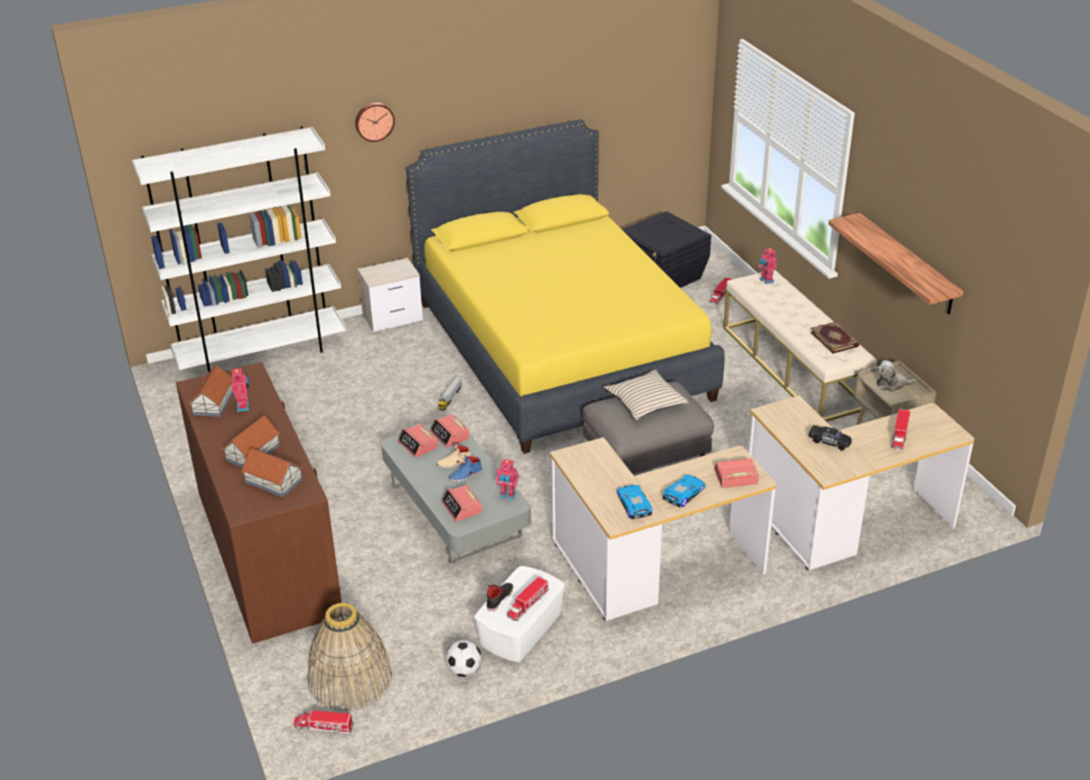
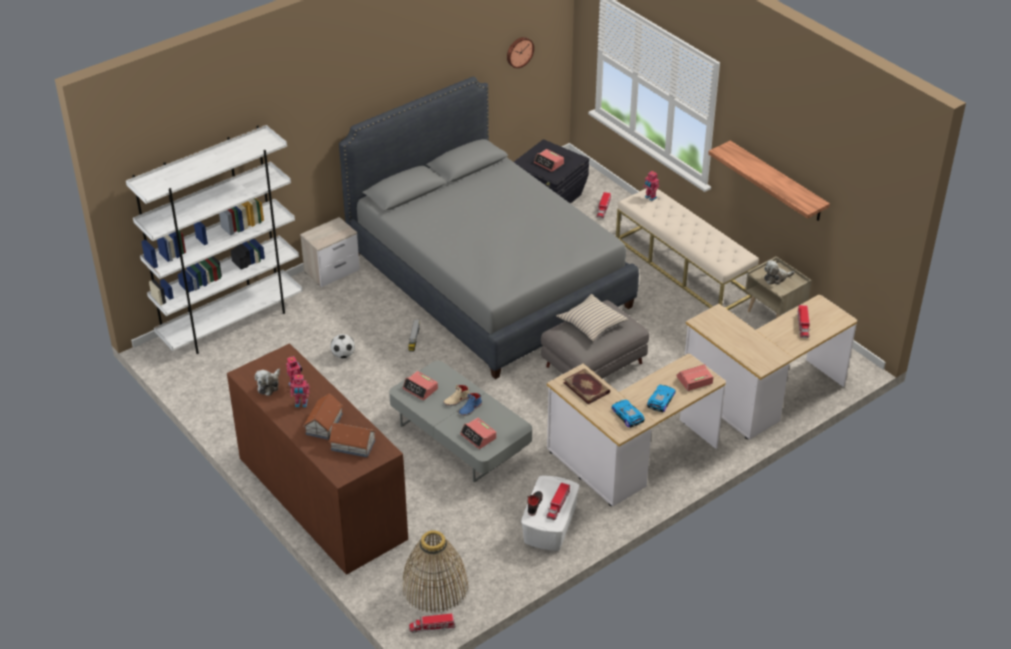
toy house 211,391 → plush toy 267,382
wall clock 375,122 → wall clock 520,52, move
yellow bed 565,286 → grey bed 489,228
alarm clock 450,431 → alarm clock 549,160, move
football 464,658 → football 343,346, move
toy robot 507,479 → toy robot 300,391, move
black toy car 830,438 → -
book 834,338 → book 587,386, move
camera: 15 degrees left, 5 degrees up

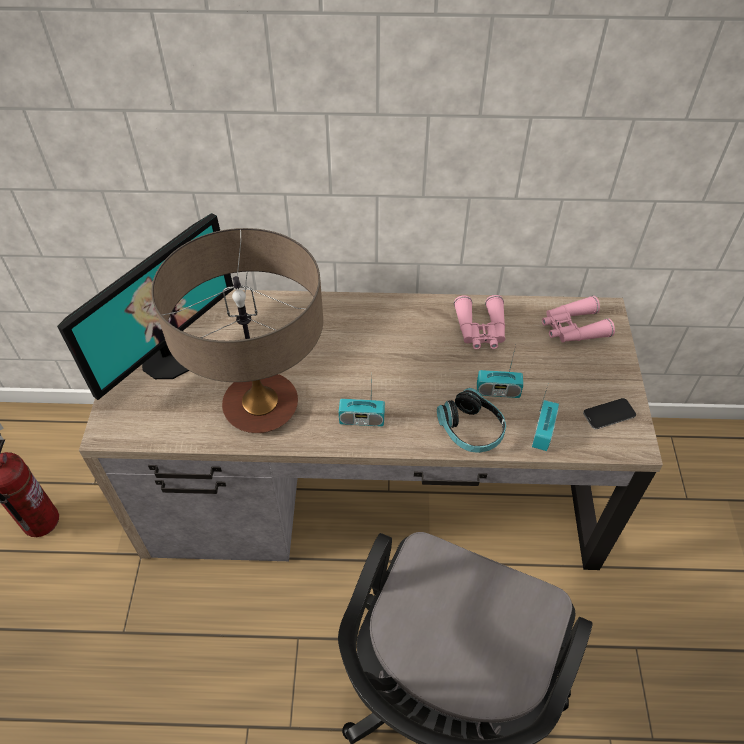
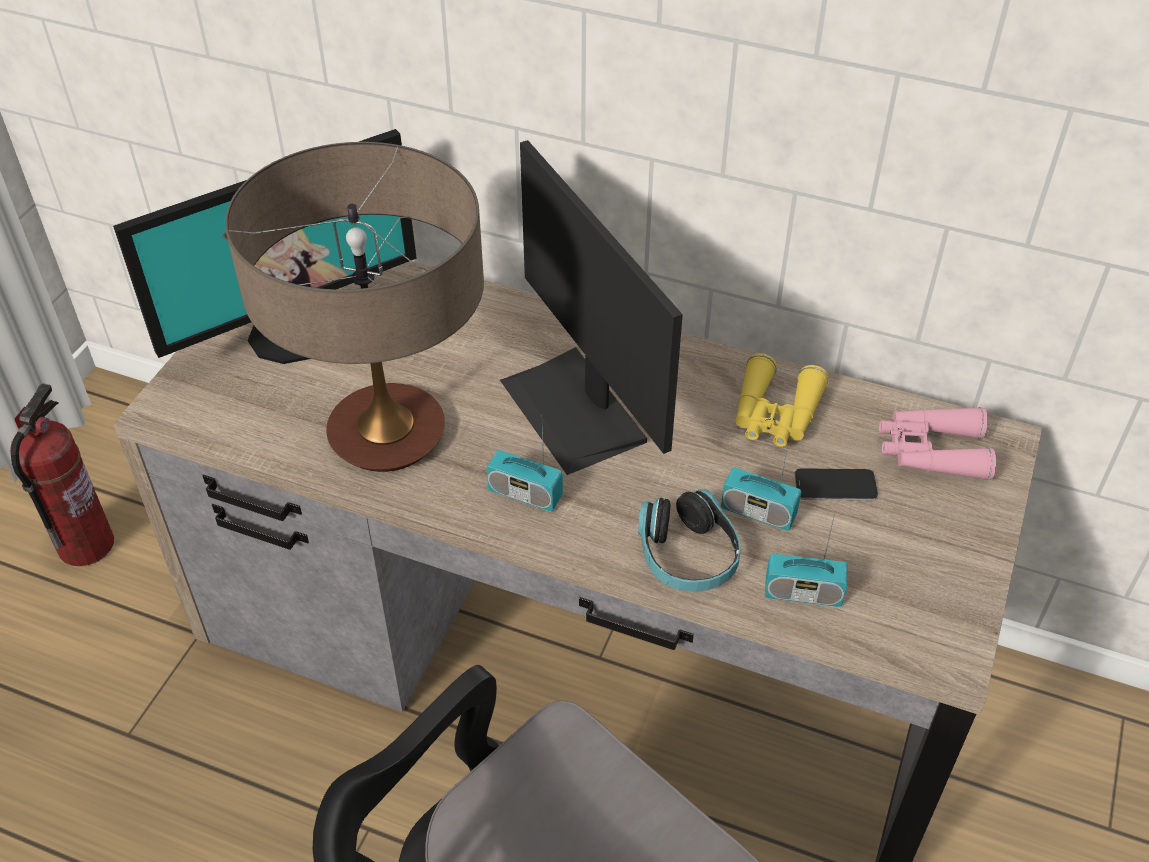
pink binoculars 479,322 → yellow binoculars 782,400
radio 545,418 → radio 806,560, 60 degrees clockwise
phone 609,413 → phone 836,484, move
- → monitor 591,307
camera: 20 degrees right, 5 degrees down

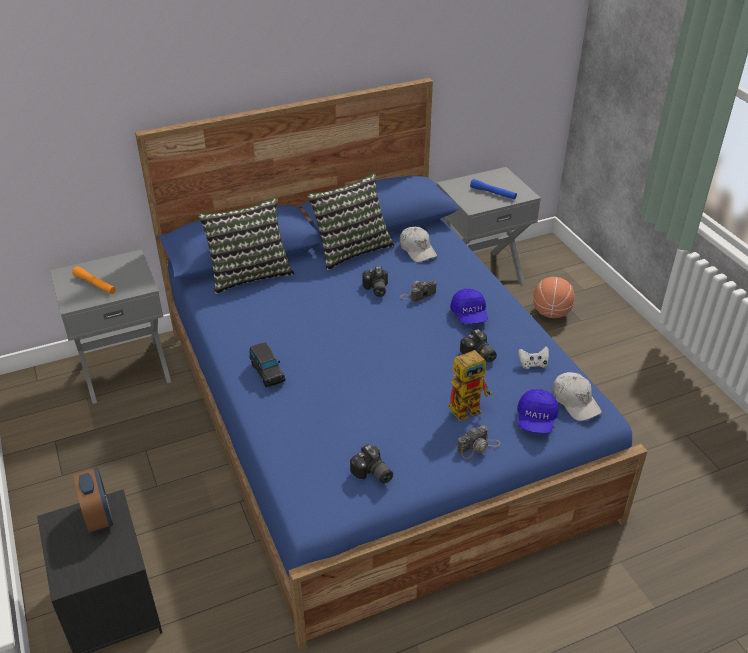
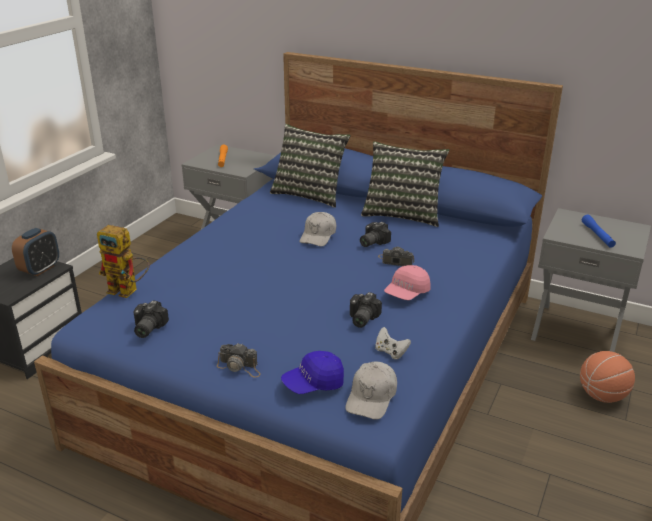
black toy car 267,364 → -
white cap 418,244 → white cap 317,229, move
toy robot 470,385 → toy robot 123,261, move
blue cap 469,306 → pink cap 407,282
camera: 50 degrees right, 10 degrees down

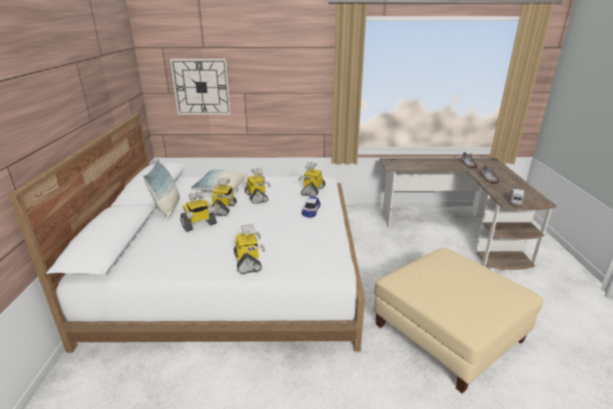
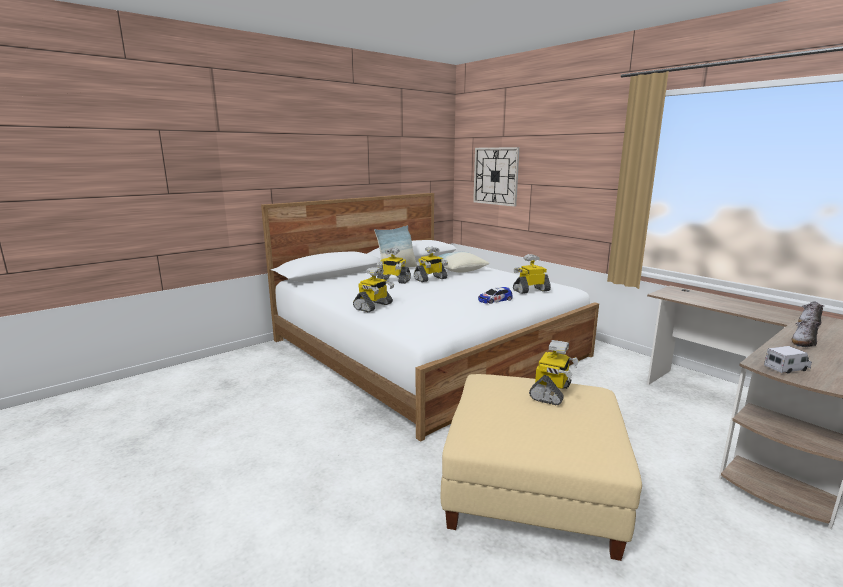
toy robot 257,186 → toy robot 554,372, move
camera: 50 degrees right, 10 degrees down

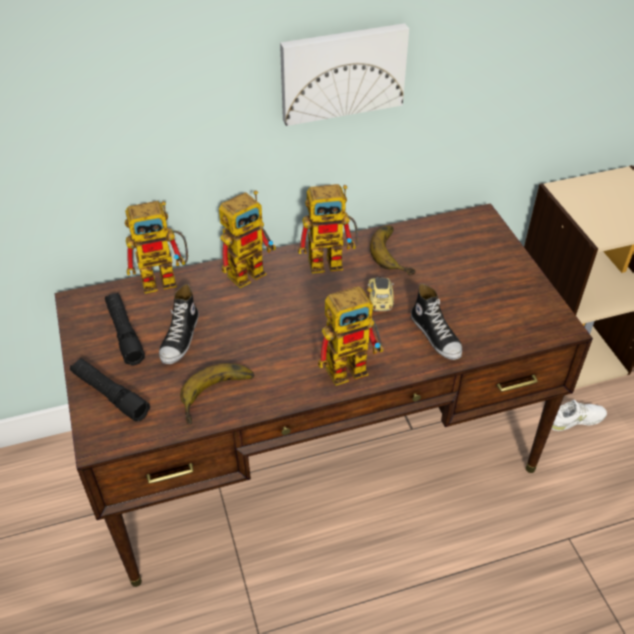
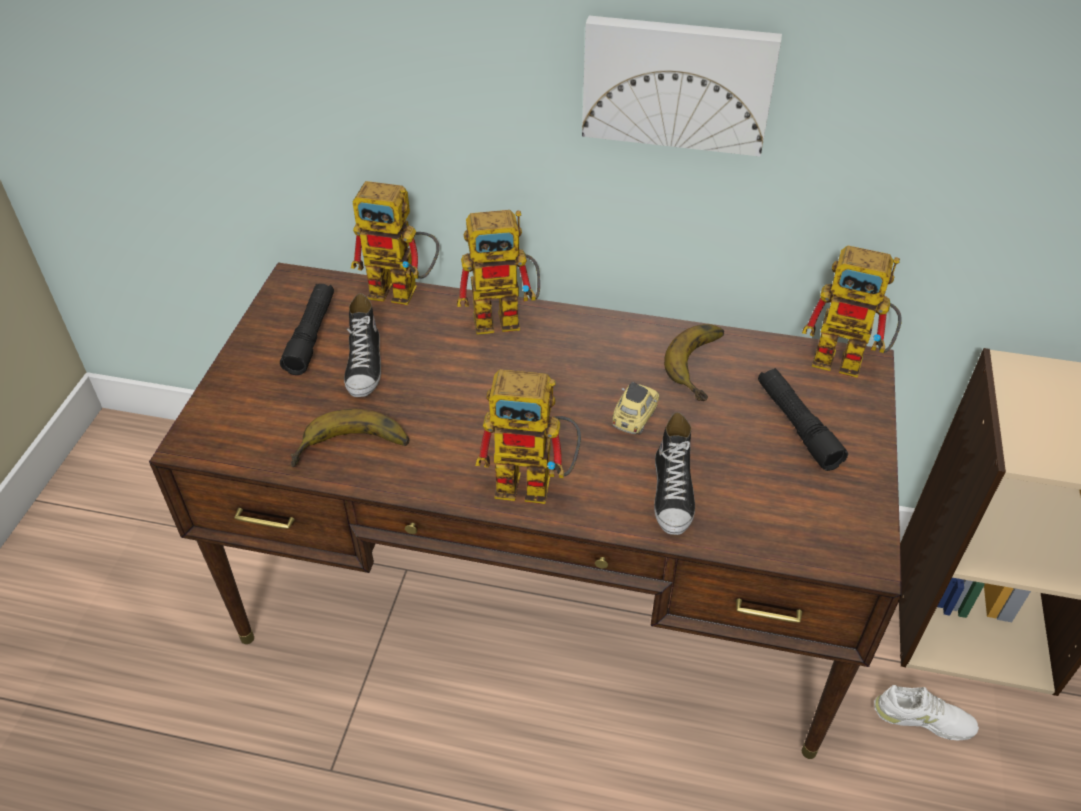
black flashlight 110,390 → black flashlight 803,419, move
shoe 179,324 → shoe 362,345, 45 degrees counterclockwise
toy robot 328,229 → toy robot 852,312, move
camera: 30 degrees right, 0 degrees up

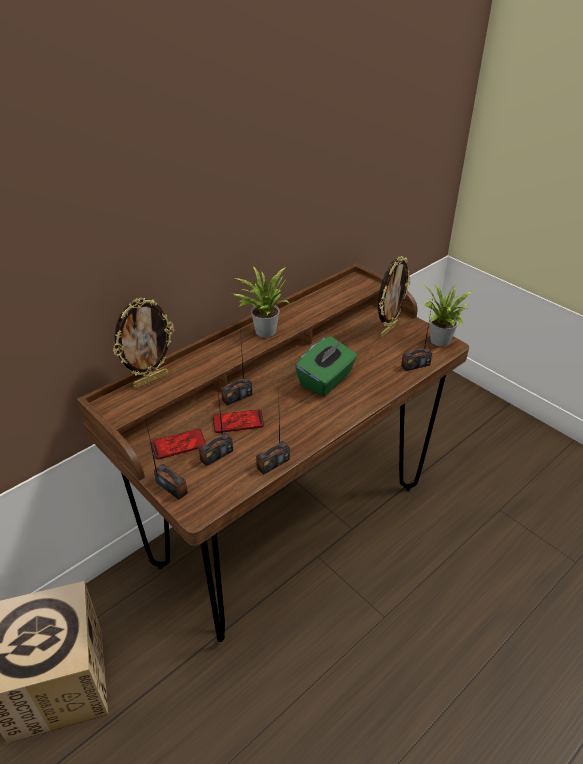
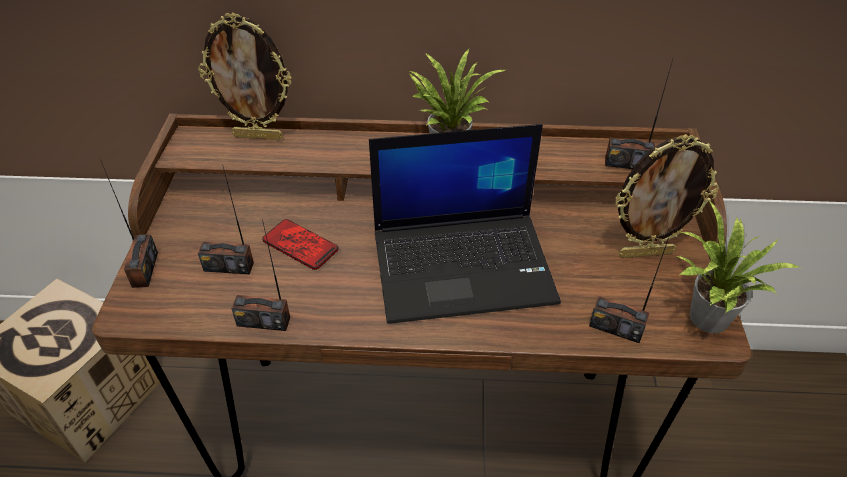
phone 178,444 → -
radio 236,367 → radio 639,114, move
green tissue box 326,366 → laptop 465,224
camera: 45 degrees right, 5 degrees up

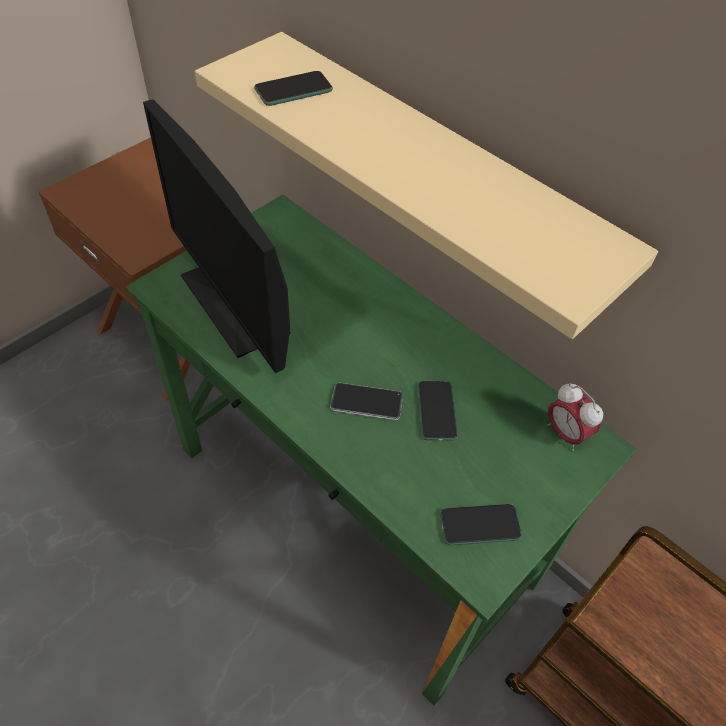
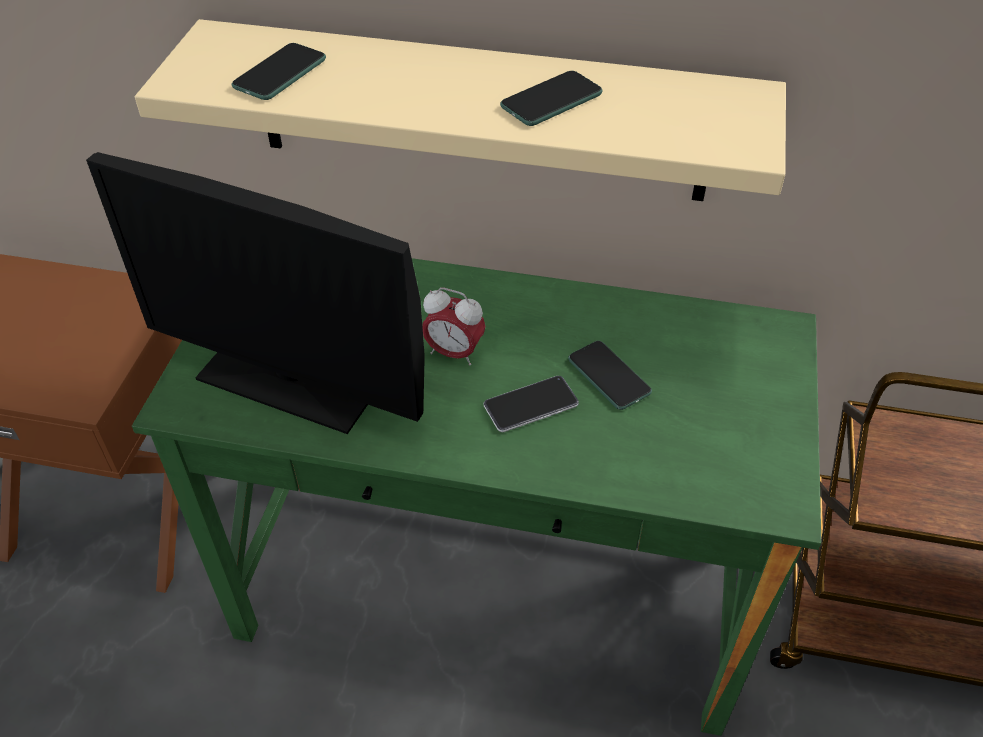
phone 481,524 → phone 551,98, move
alarm clock 575,417 → alarm clock 454,326, move
camera: 30 degrees left, 5 degrees down

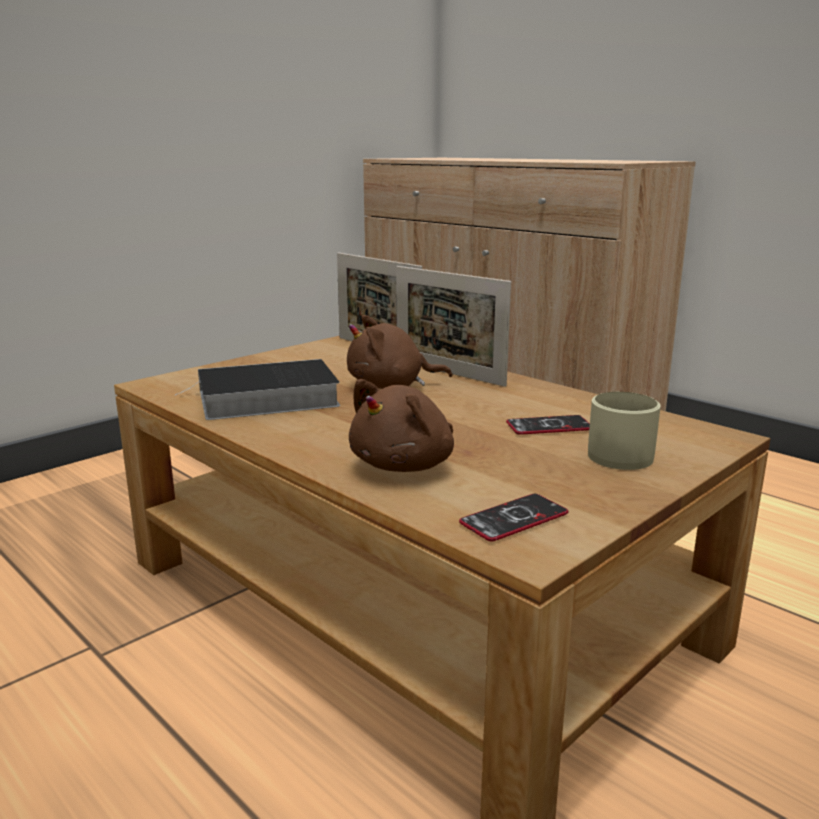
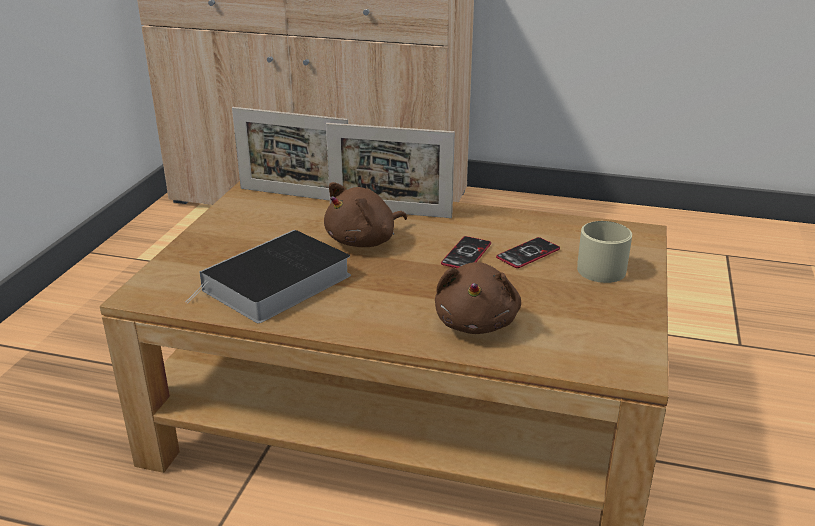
phone 513,518 → phone 466,252, move
camera: 30 degrees left, 10 degrees up

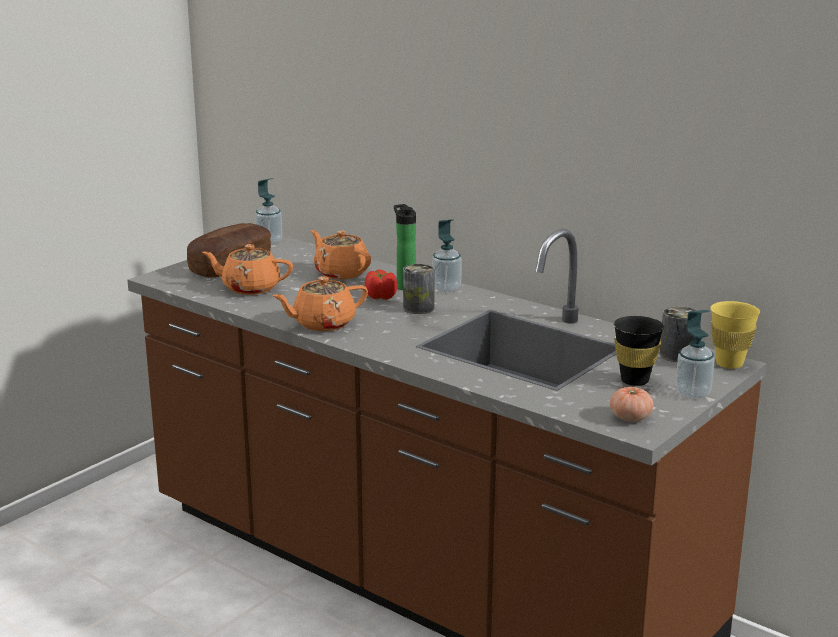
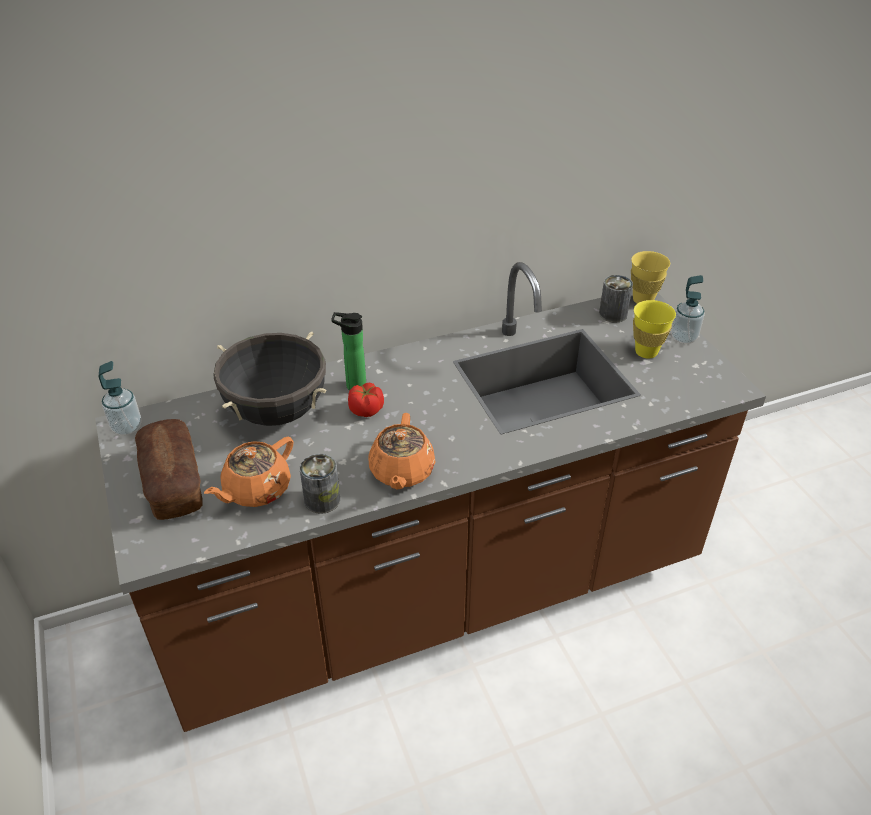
orange teapot 341,254 → black cooking pot 270,379
can 419,289 → can 320,484, move
soap dispenser 447,256 → -
tomato 631,404 → -
black cup 639,351 → yellow cup 654,329
camera: 60 degrees left, 20 degrees up

